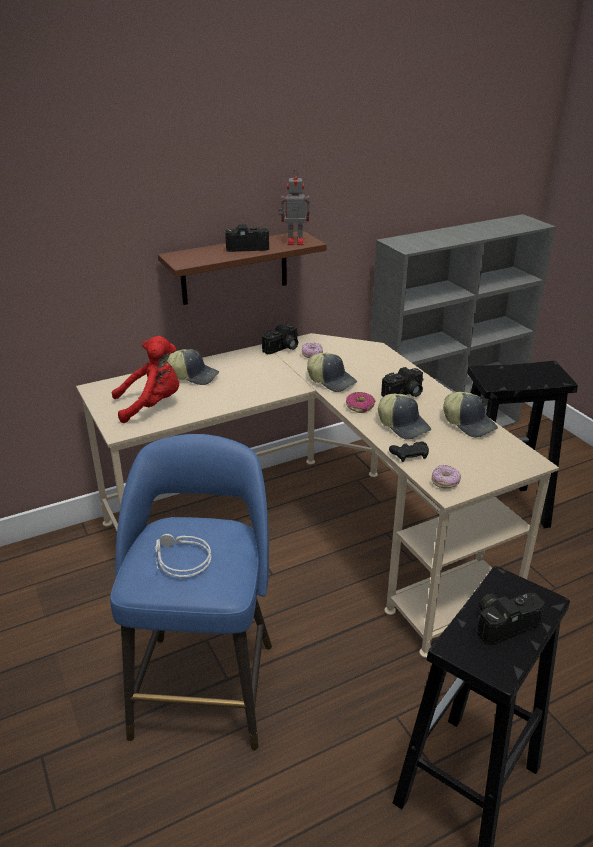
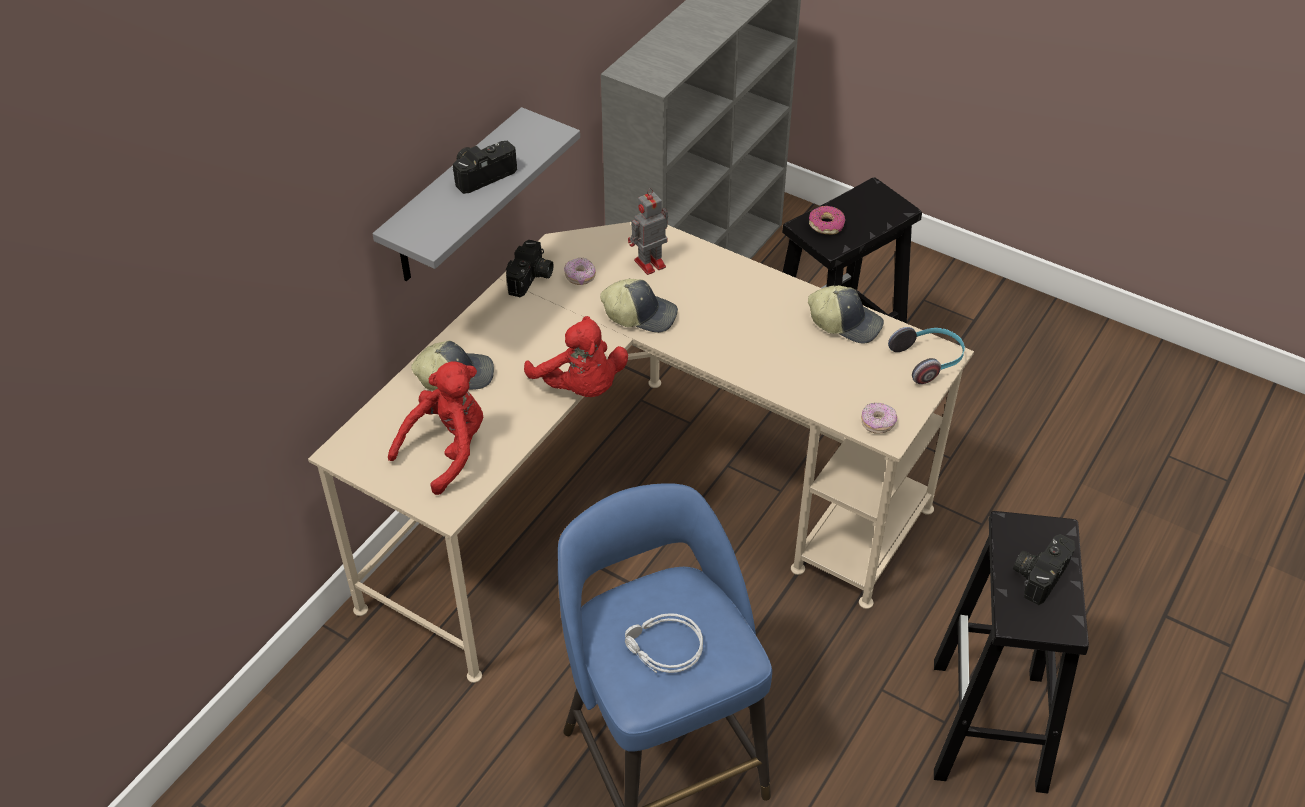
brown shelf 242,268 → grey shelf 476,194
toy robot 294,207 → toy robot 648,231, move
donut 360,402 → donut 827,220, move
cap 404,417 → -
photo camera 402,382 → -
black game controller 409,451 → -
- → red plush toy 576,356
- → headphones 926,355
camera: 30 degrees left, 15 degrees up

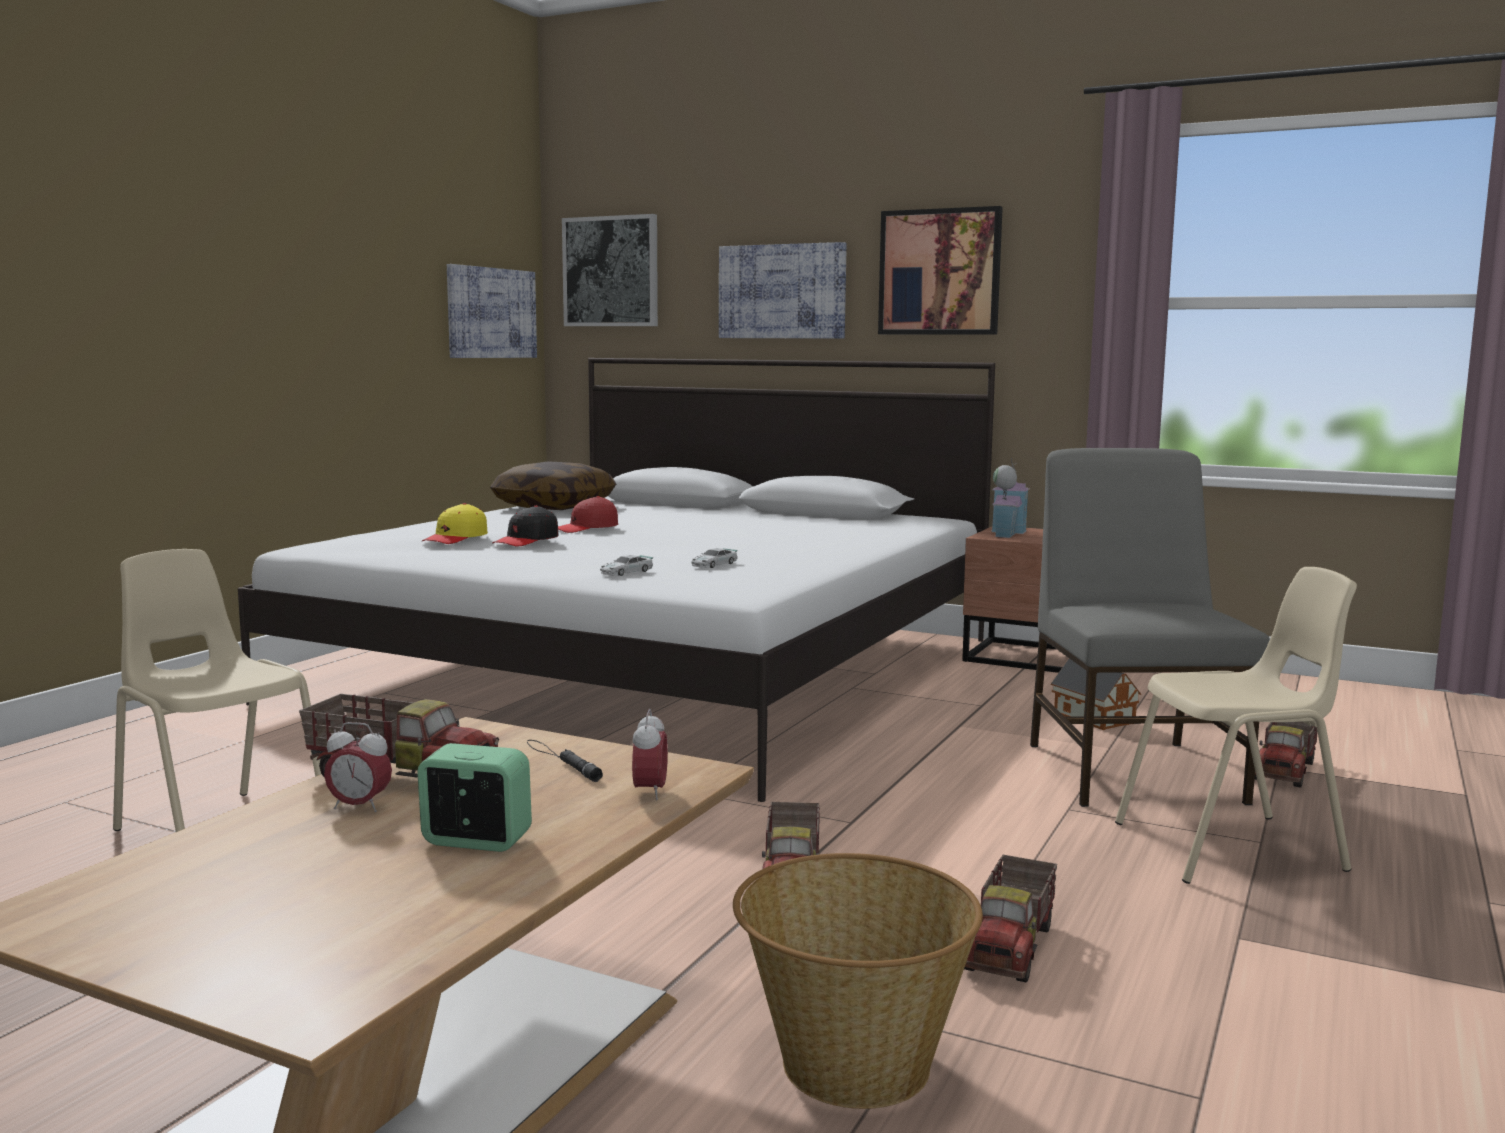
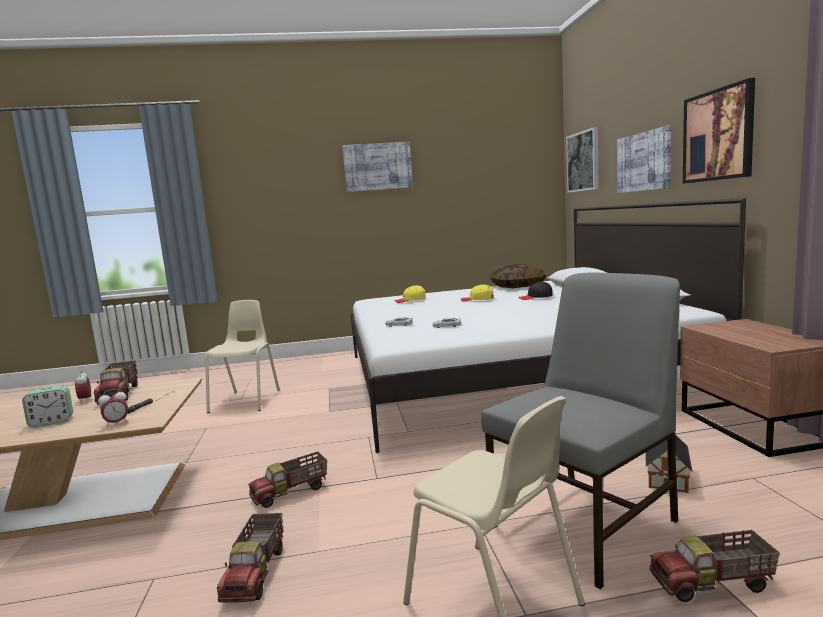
alarm clock 474,797 → alarm clock 47,406, 90 degrees clockwise
picture 492,311 → picture 377,167, move
black cap 525,526 → black cap 535,290, move
red cap 588,514 → yellow cap 476,292
basket 858,981 → -
toy truck 1010,919 → toy truck 250,558, 75 degrees counterclockwise
toy house 1010,498 → -
camera: 55 degrees right, 0 degrees up

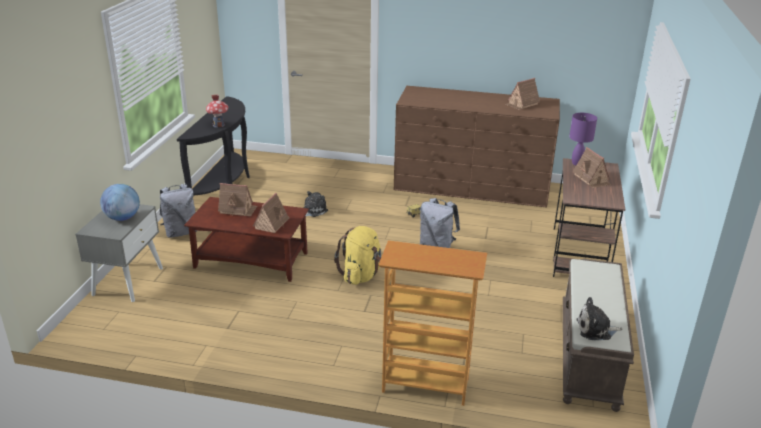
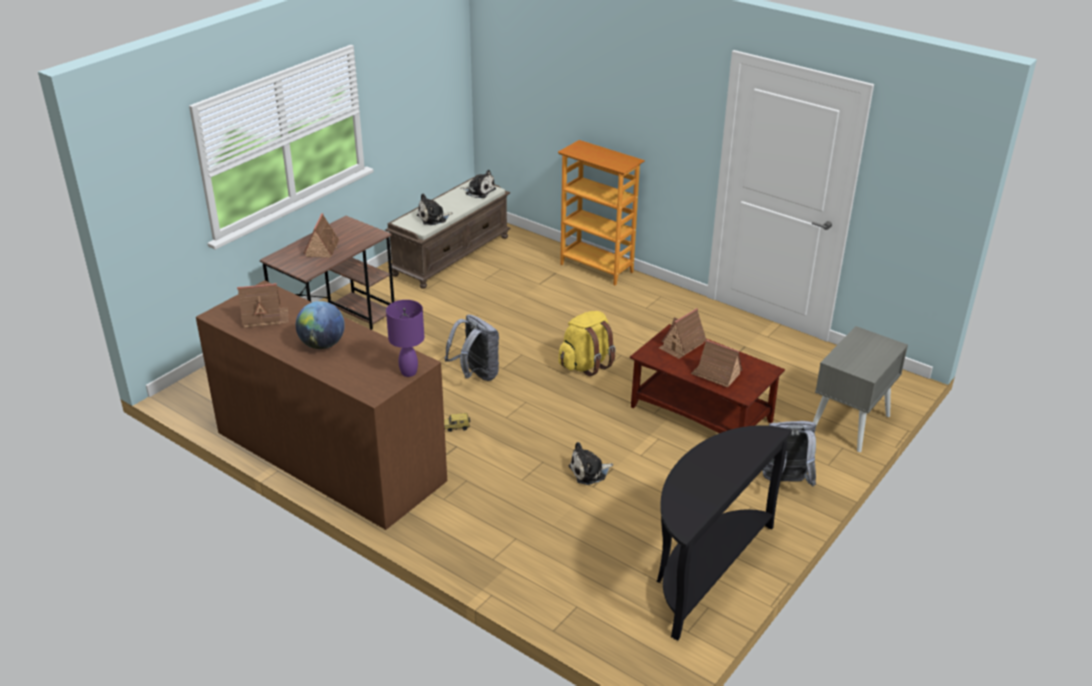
globe 120,202 → globe 320,325, move
toy house 217,111 → -
purple table lamp 583,139 → purple table lamp 405,338, move
- → plush toy 435,209
camera: 155 degrees left, 5 degrees up

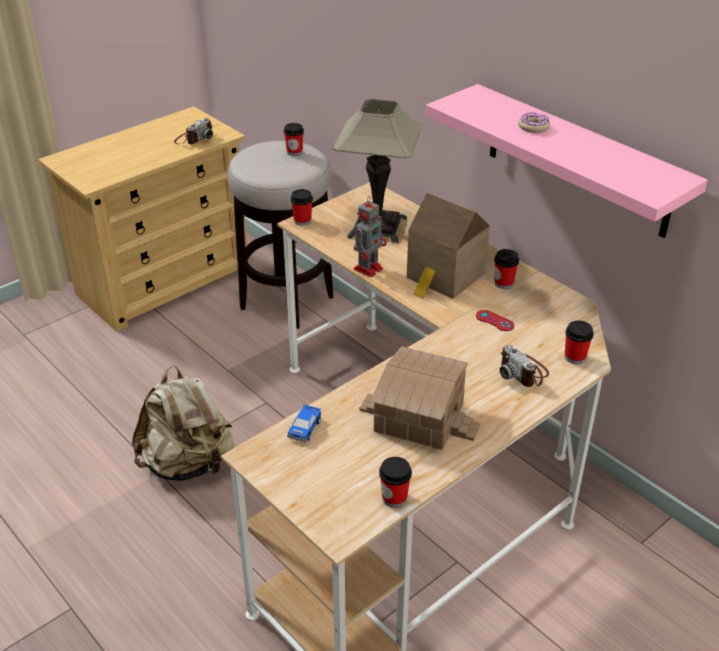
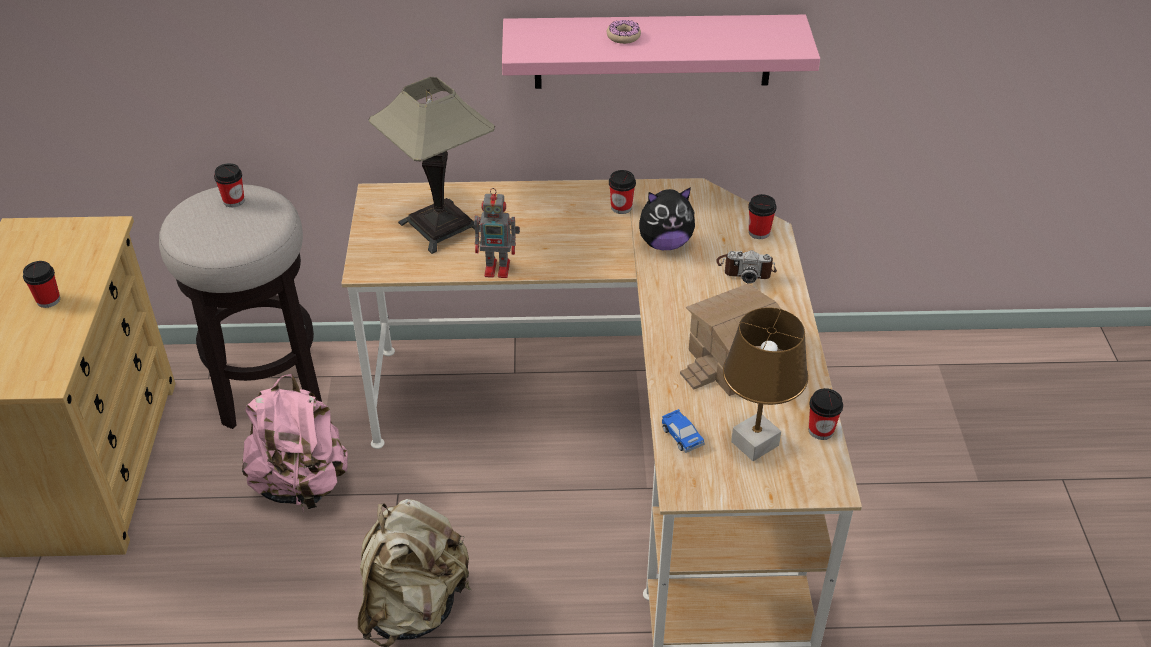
photo camera 193,131 → -
cup 301,207 → cup 41,284, move
toy robot 370,236 → toy robot 497,233, 105 degrees clockwise
toy house 448,246 → -
red game controller 495,320 → plush toy 667,218
- → pink backpack 295,442
- → brown table lamp 765,384
camera: 50 degrees left, 5 degrees up

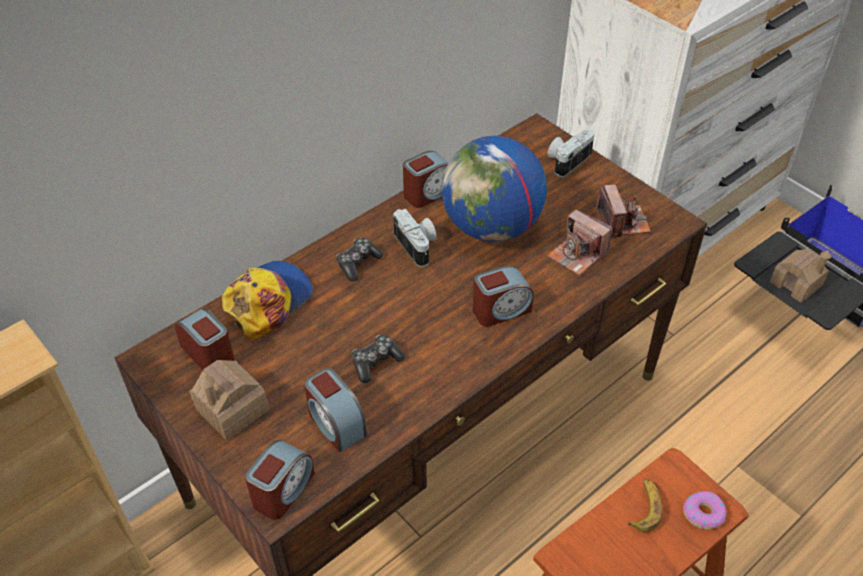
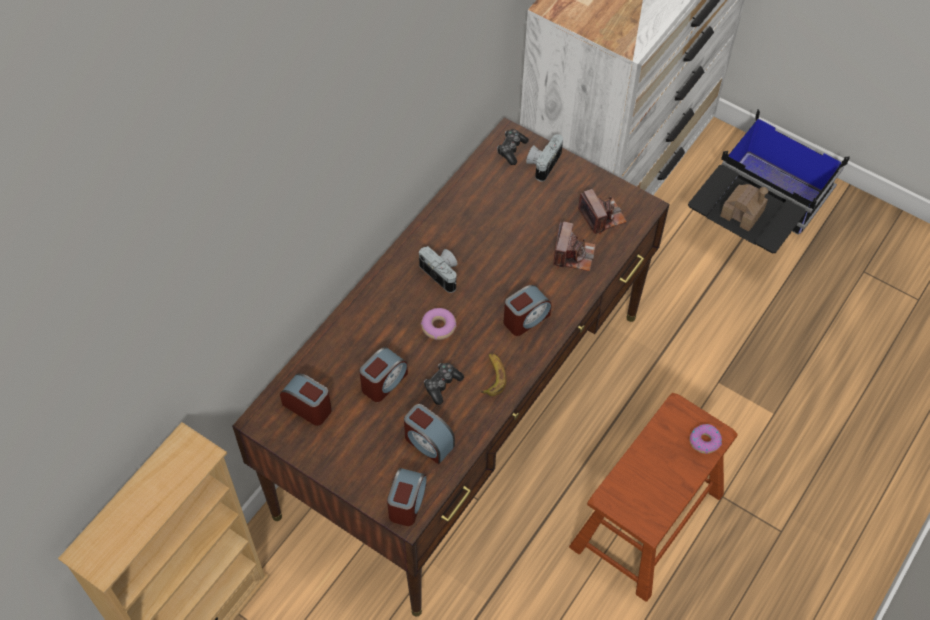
toy house 229,400 → -
cap 267,300 → -
game controller 360,259 → game controller 513,147, move
alarm clock 425,179 → alarm clock 383,374, move
globe 494,189 → -
photo camera 579,242 → photo camera 574,246, 105 degrees counterclockwise
banana 644,506 → banana 493,374, move
- → donut 438,324
camera: 15 degrees left, 10 degrees up

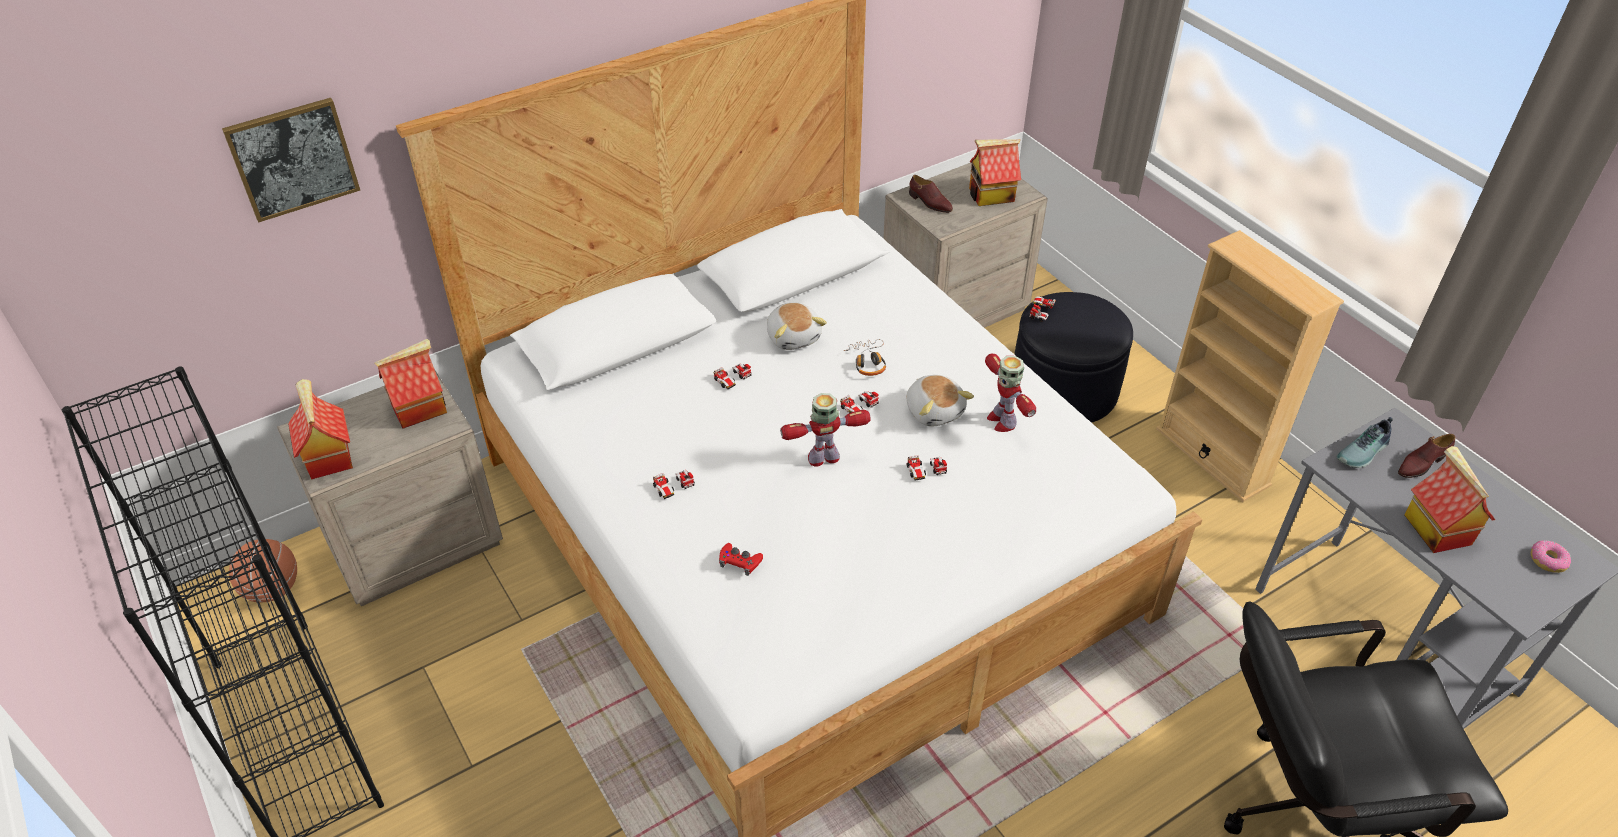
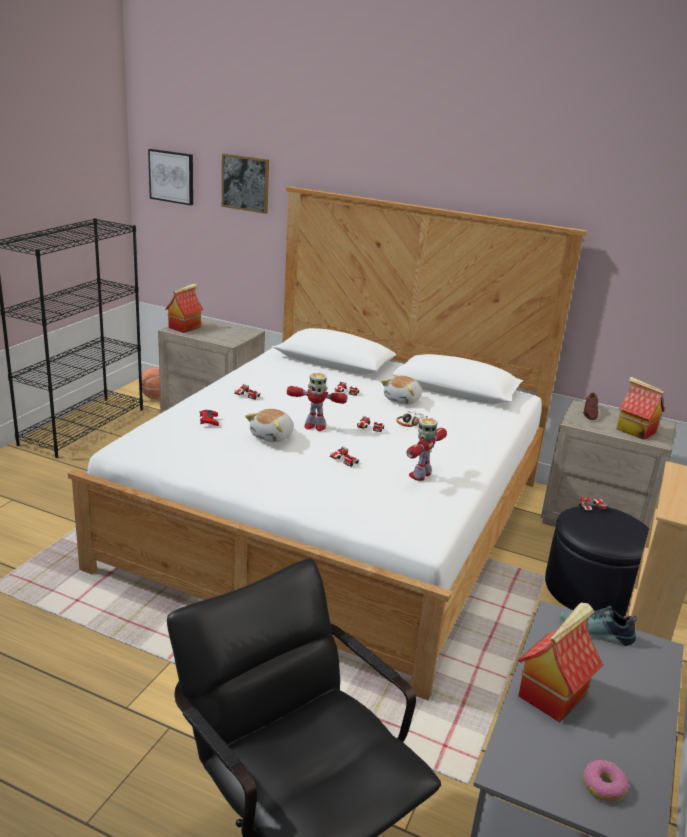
toy house 410,384 → -
toy robot 825,430 → toy robot 317,402, 150 degrees clockwise
plush toy 940,400 → plush toy 269,425, move
brown shoe 1426,456 → -
- → picture 170,177
camera: 55 degrees right, 20 degrees down

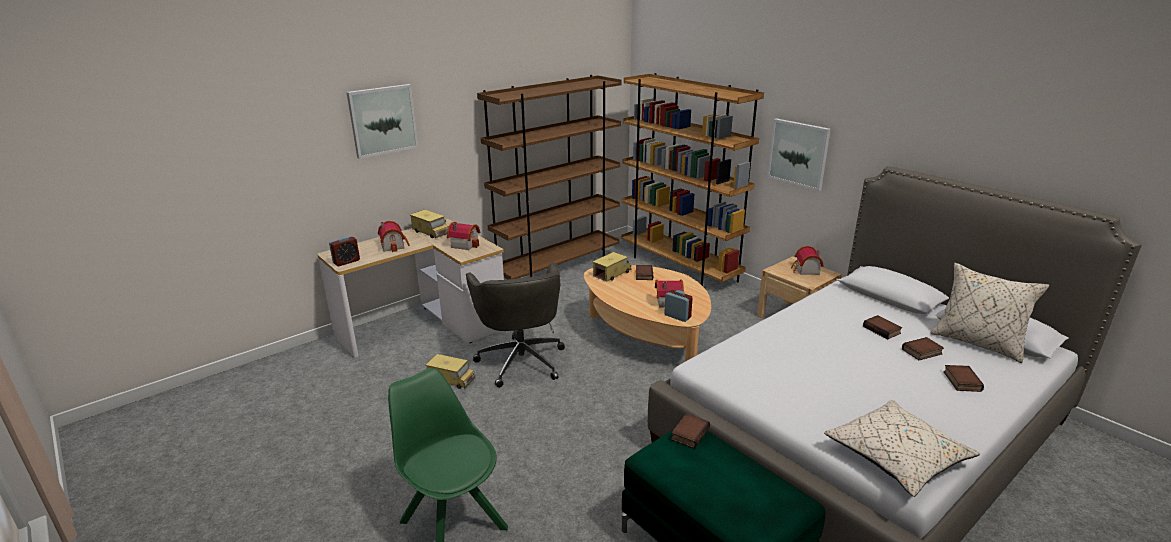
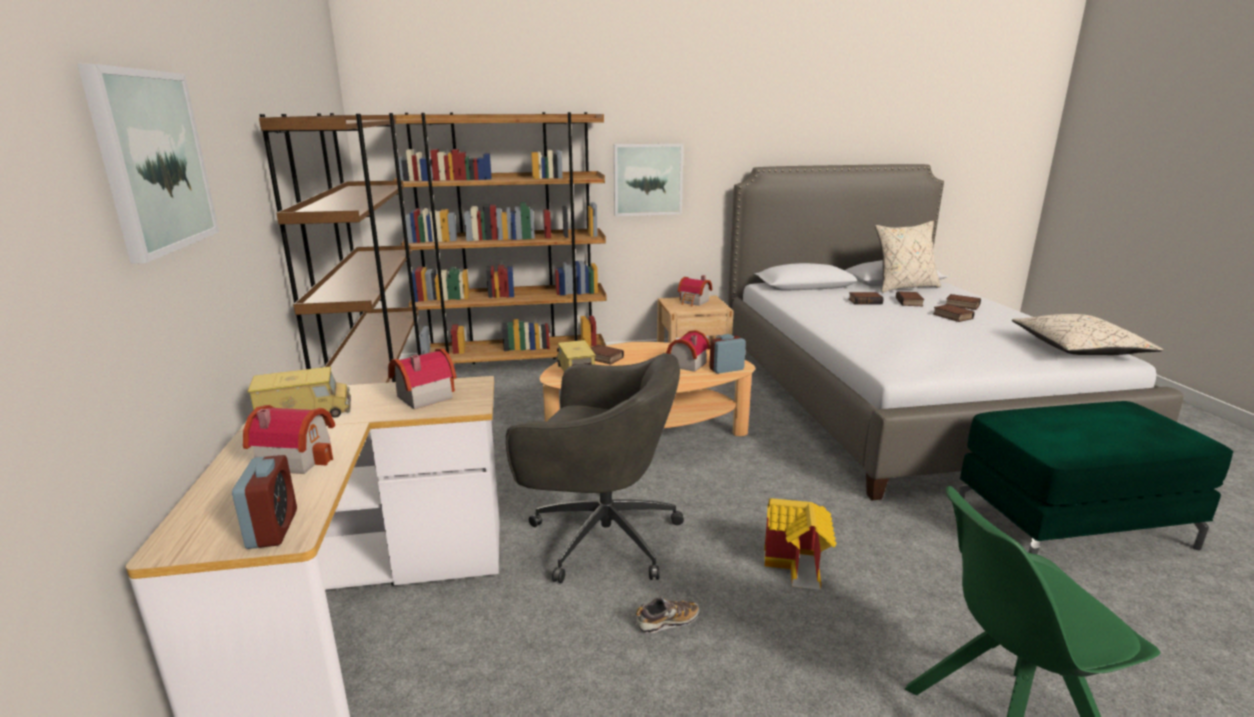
toy truck 450,371 → -
book 690,431 → book 954,313, move
- → shoe 667,615
- → toy house 800,544
camera: 60 degrees left, 5 degrees down

